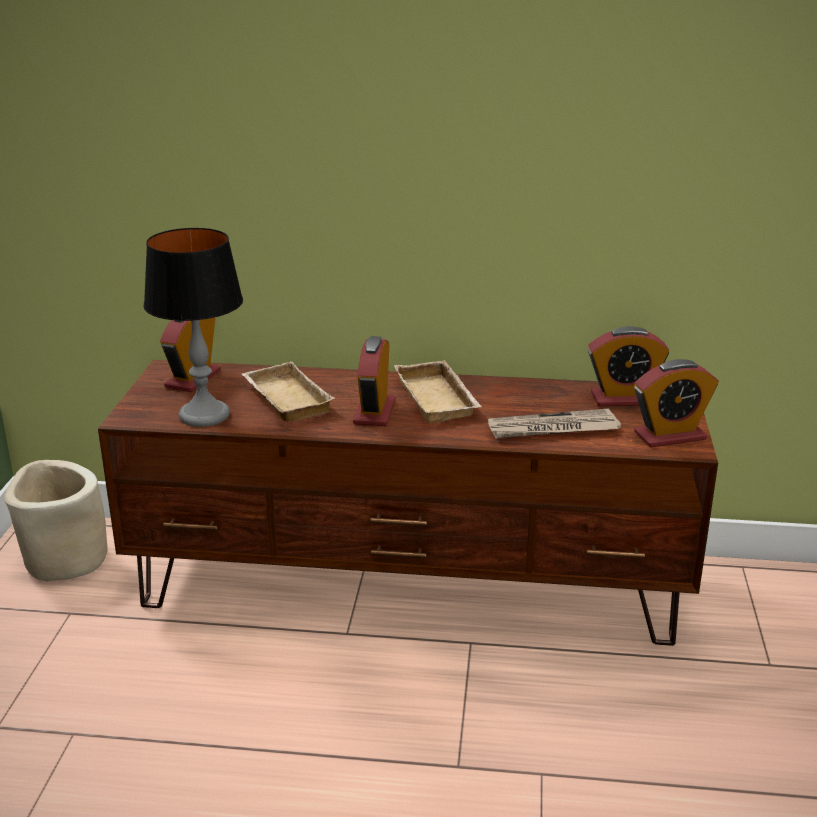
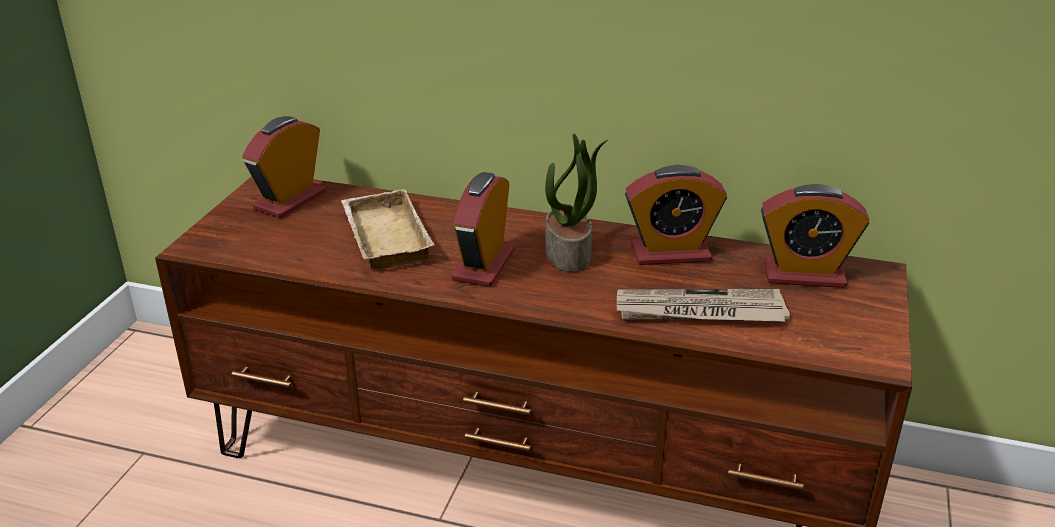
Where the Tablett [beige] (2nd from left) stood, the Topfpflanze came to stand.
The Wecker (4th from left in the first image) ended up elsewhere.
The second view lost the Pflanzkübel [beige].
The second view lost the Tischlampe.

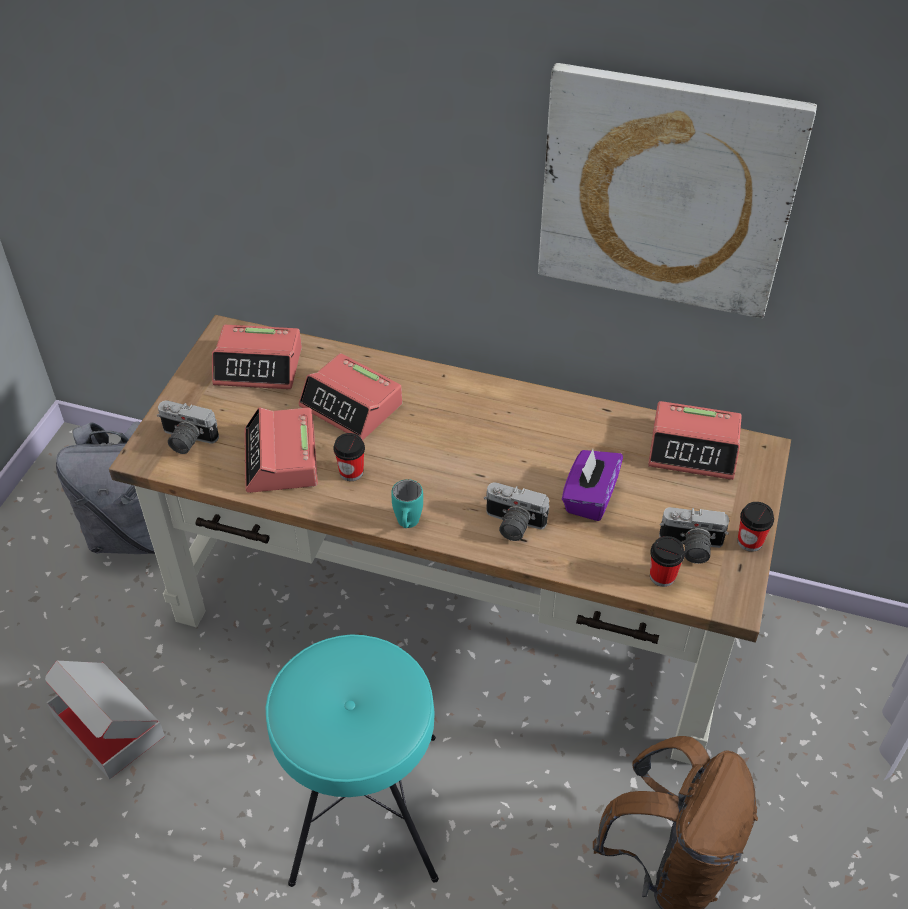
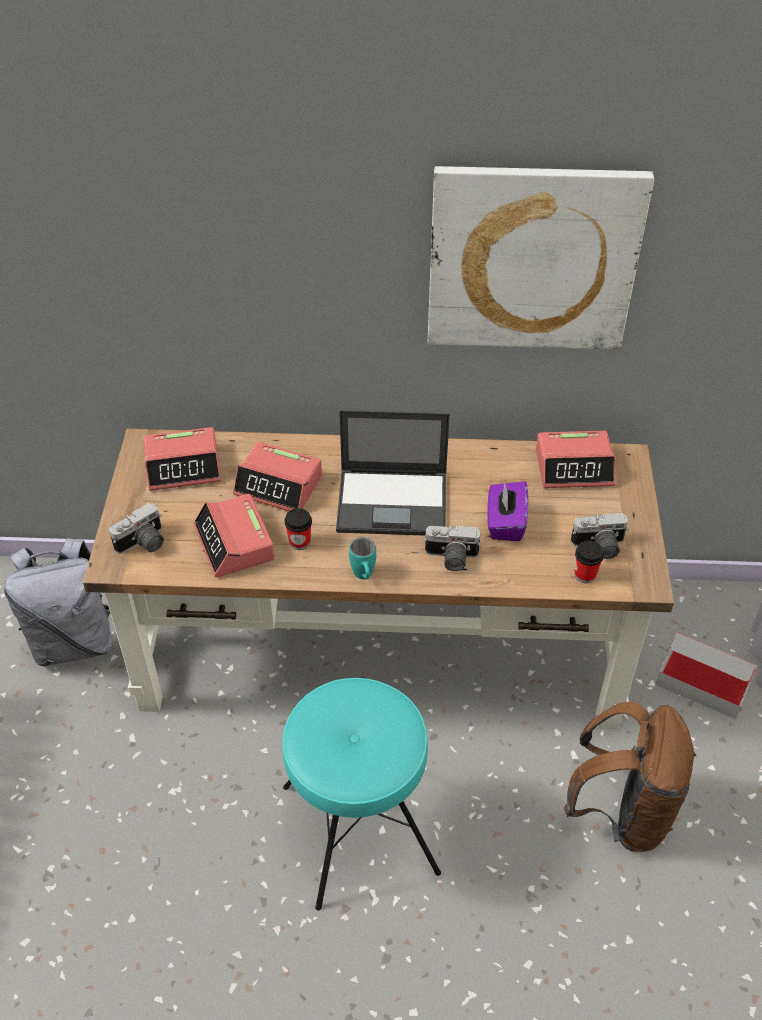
The Kamera (1st from left) ended up facing another way, 45 degrees counterclockwise from before.
The second view gained the Laptop.
The Karton ended up elsewhere.
The second view lost the Tasse (3rd from left).

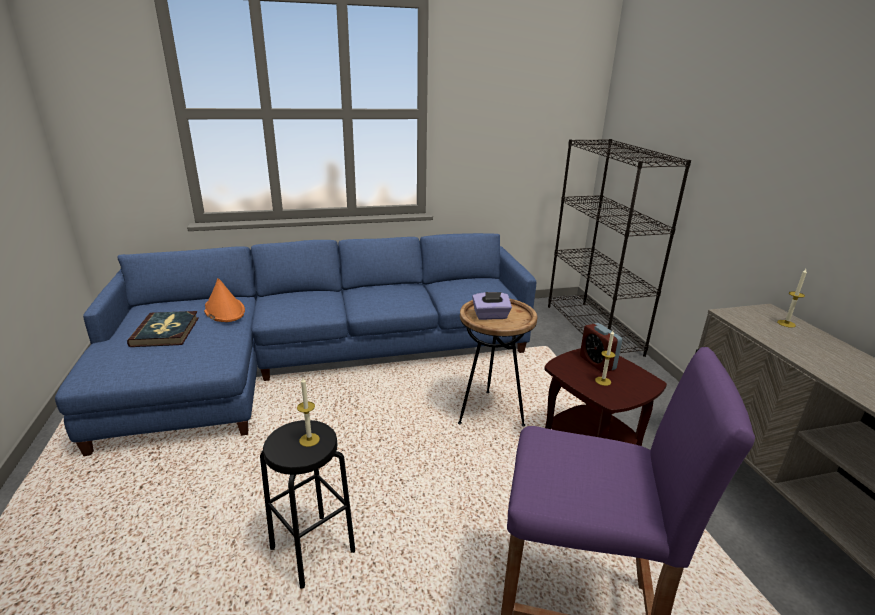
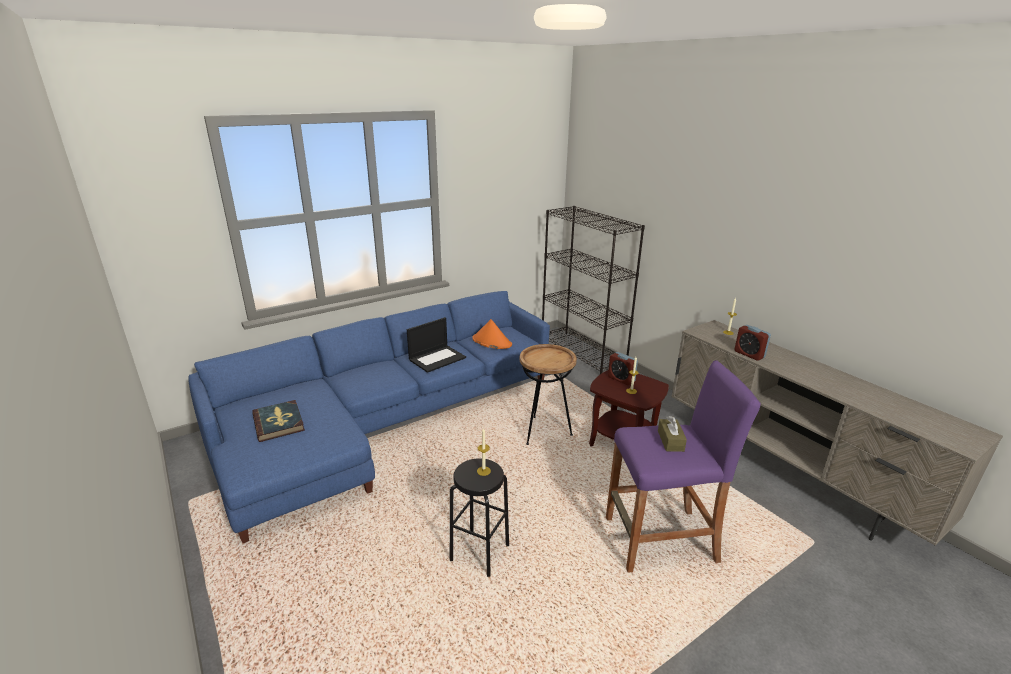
The second view gained the Laptop.
The Hut [orange] ended up elsewhere.
The second view gained the Taschentuchbox [braun].
The second view gained the Wecker (2nd from left).
The second view lost the Taschentuchbox [lila].

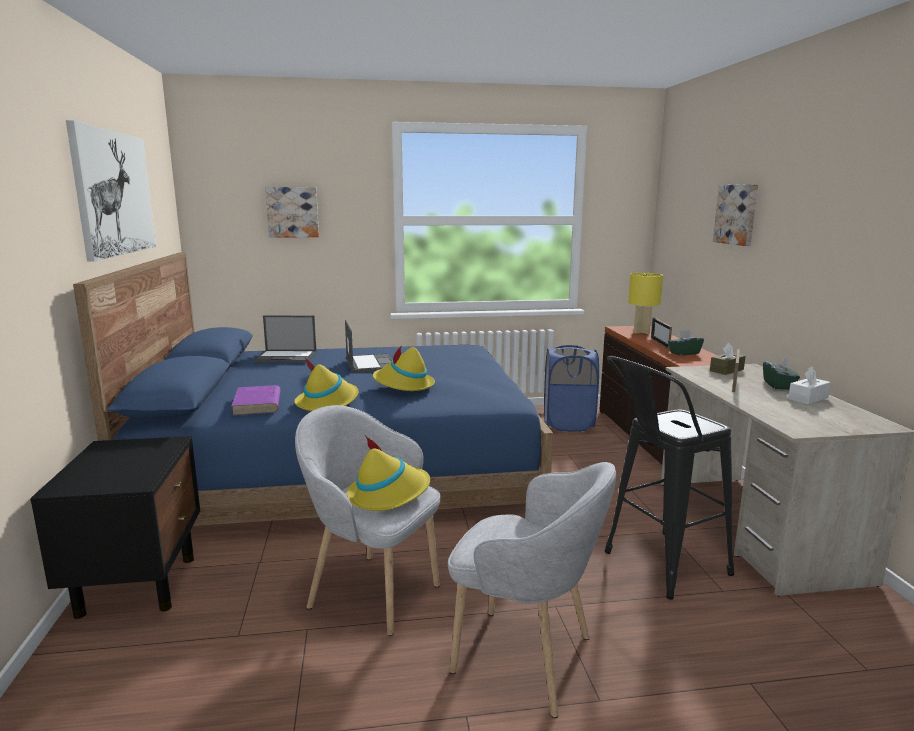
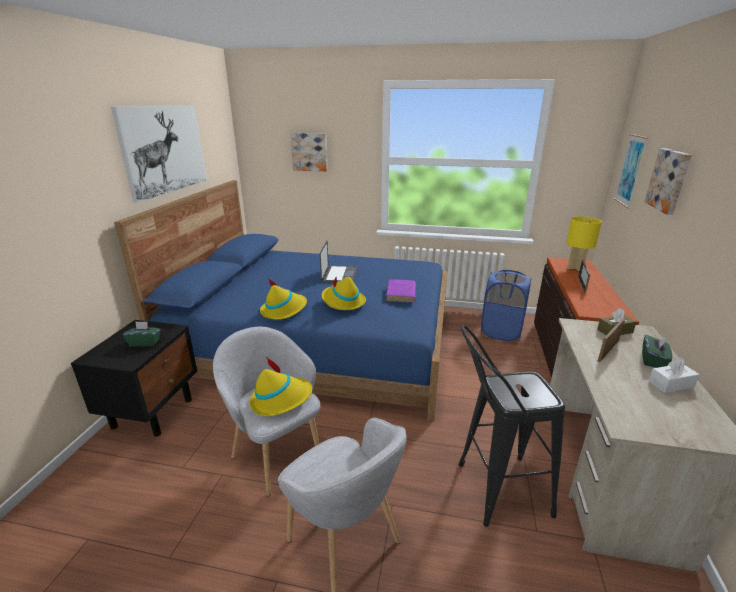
The Taschentuchbox [grün] (1st from left) ended up elsewhere.
The Buch [lila] ended up elsewhere.
The second view gained the Bild (3rd from left).
The second view lost the Laptop (1st from left).

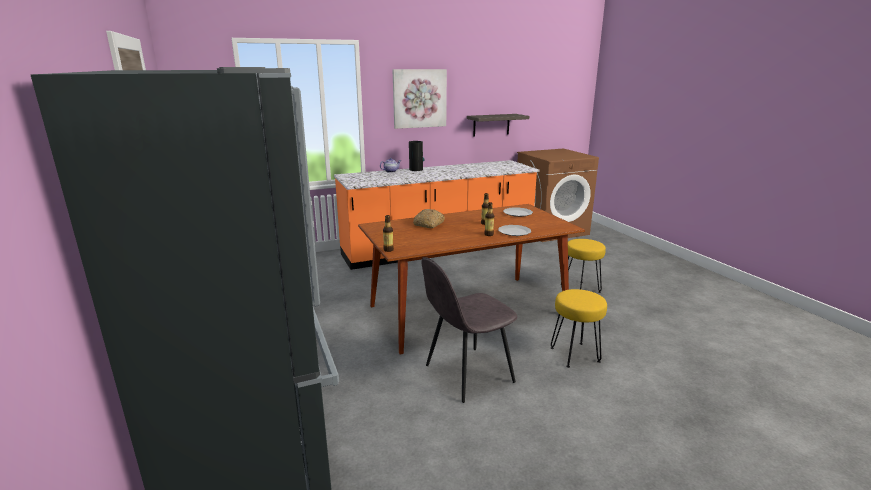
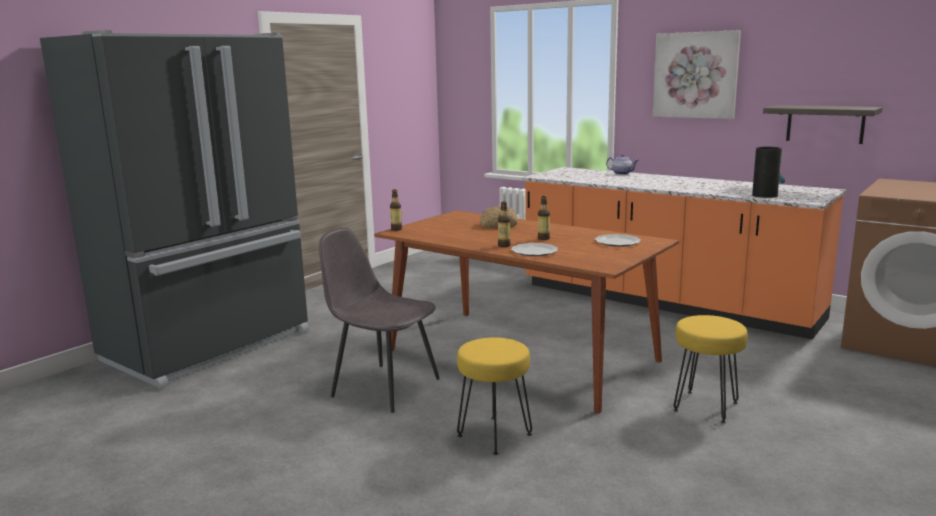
The Vase ended up elsewhere.

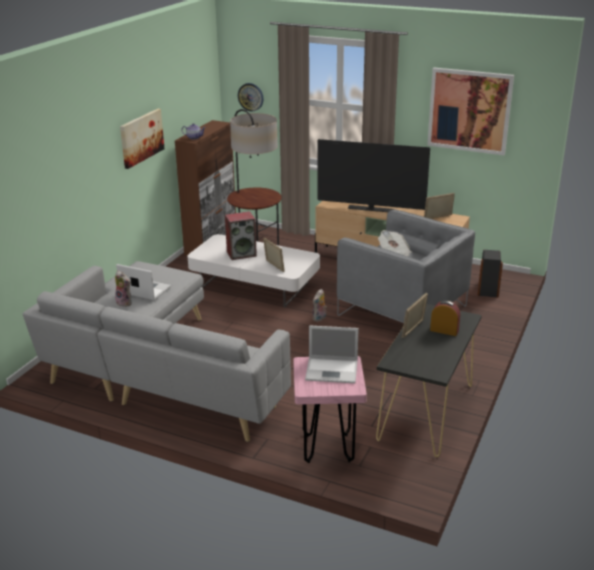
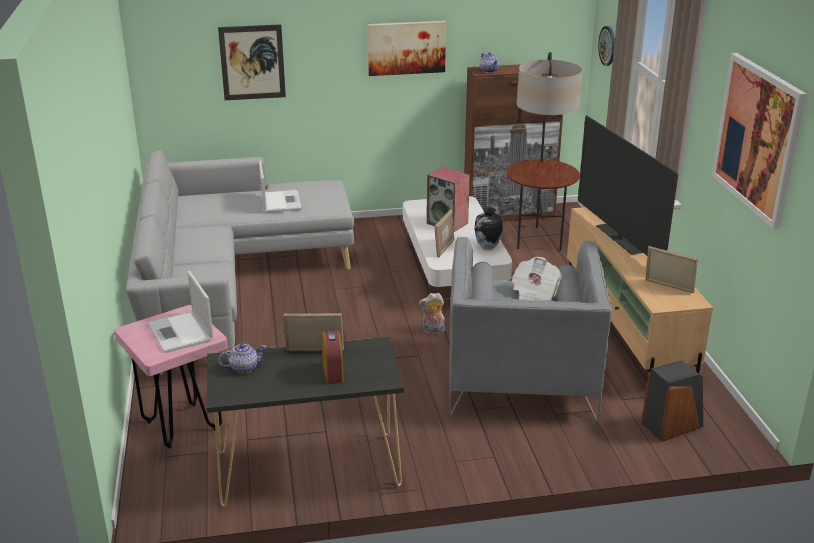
The second view gained the Bild (1st from left).
The second view gained the Teekanne (1st from left).
The second view gained the Vase.
The second view lost the Plüschtier (1st from left).

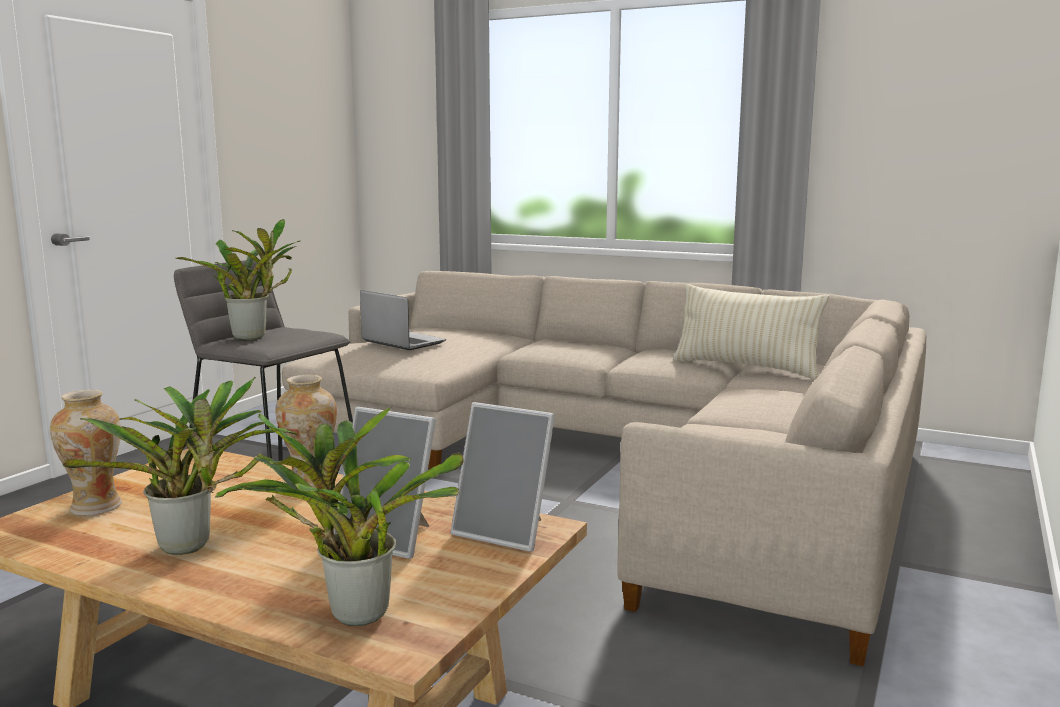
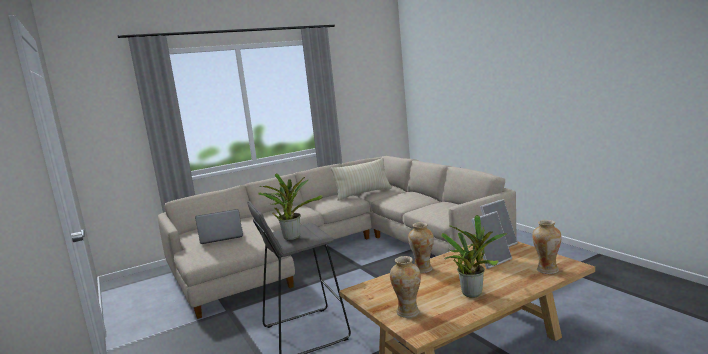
Where the Topfpflanze (3rd from left) stood, the Vase (3rd from left) came to stand.

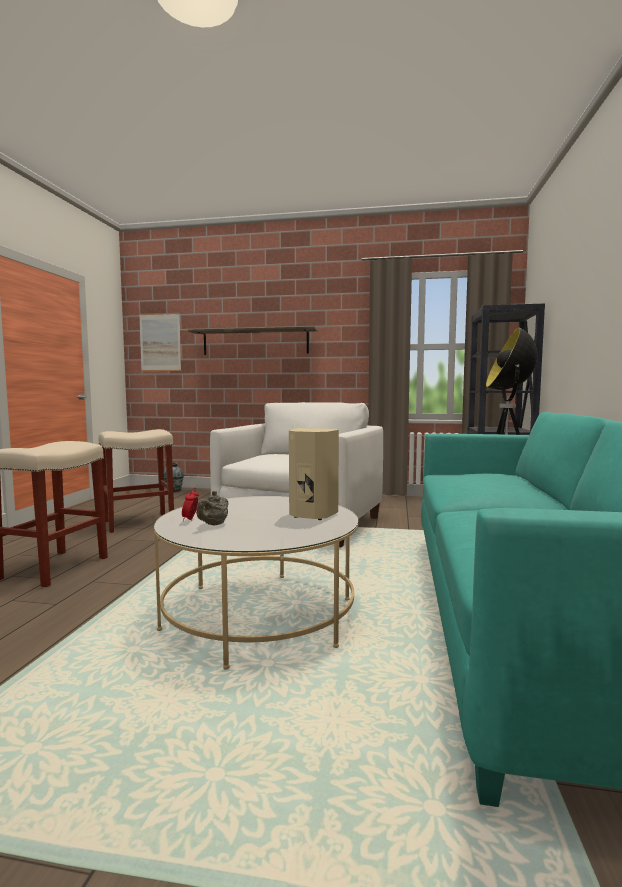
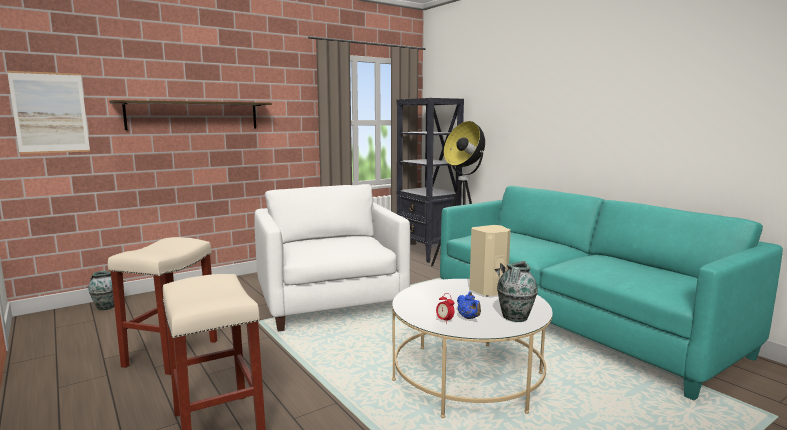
What was the Teekanne [grau] turned into the Teekanne [blau].
The second view gained the Vase (2nd from left).

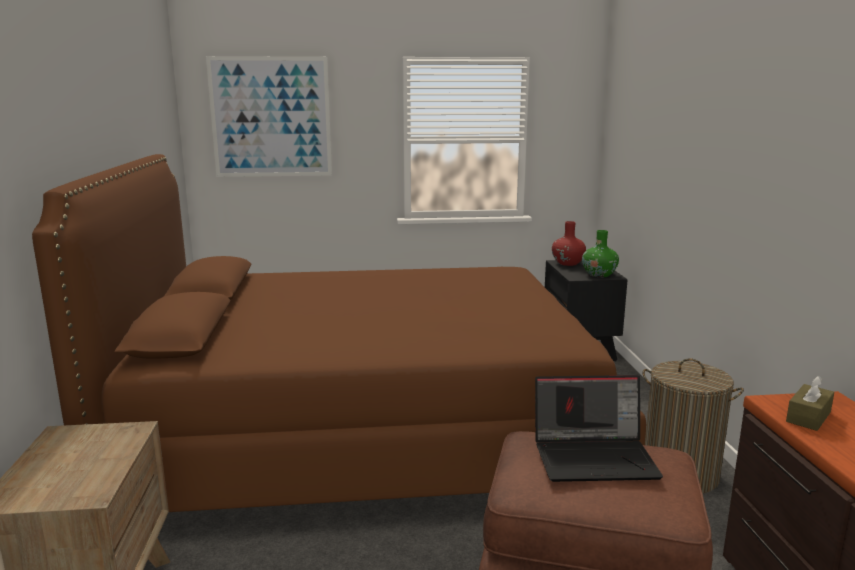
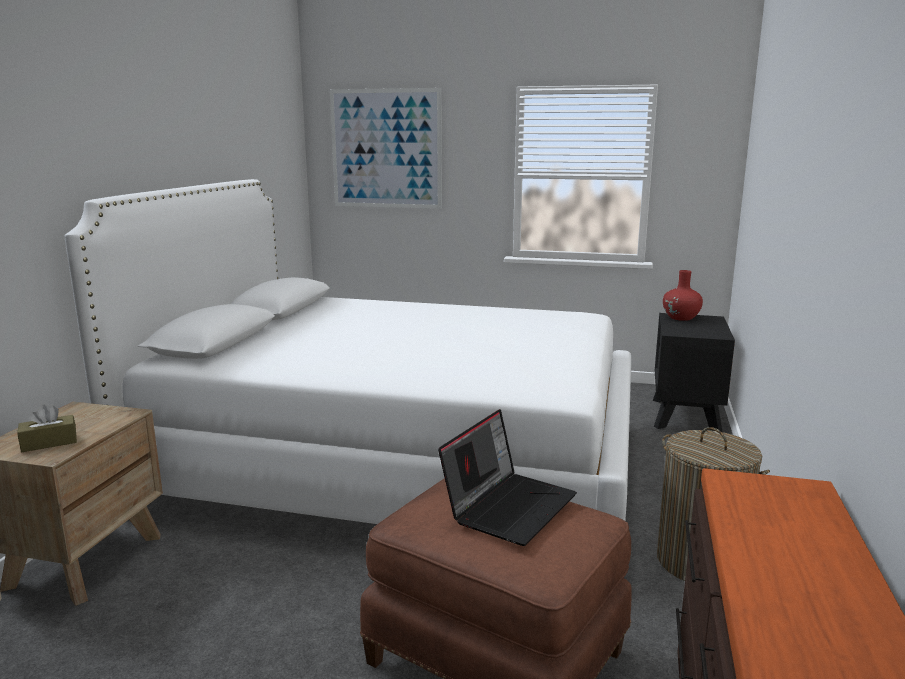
The Taschentuchbox [braun] ended up elsewhere.
What was the Bett [braun] turned into the Bett [weiß].
The Laptop ended up facing another way, 75 degrees counterclockwise from before.
The second view lost the Vase [grün].

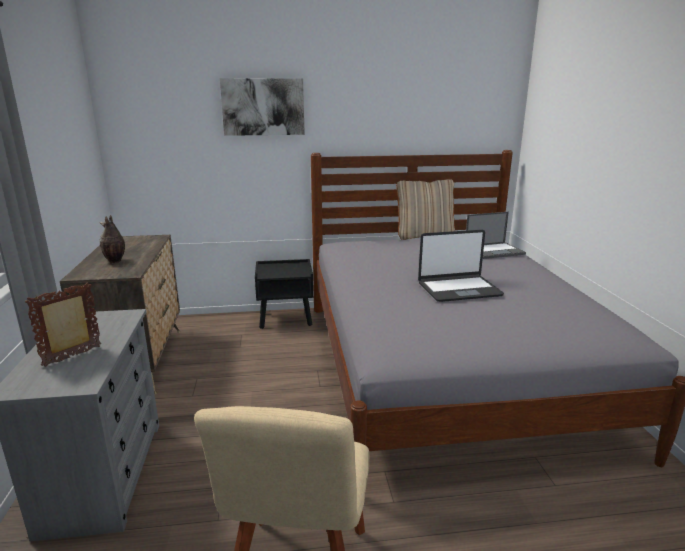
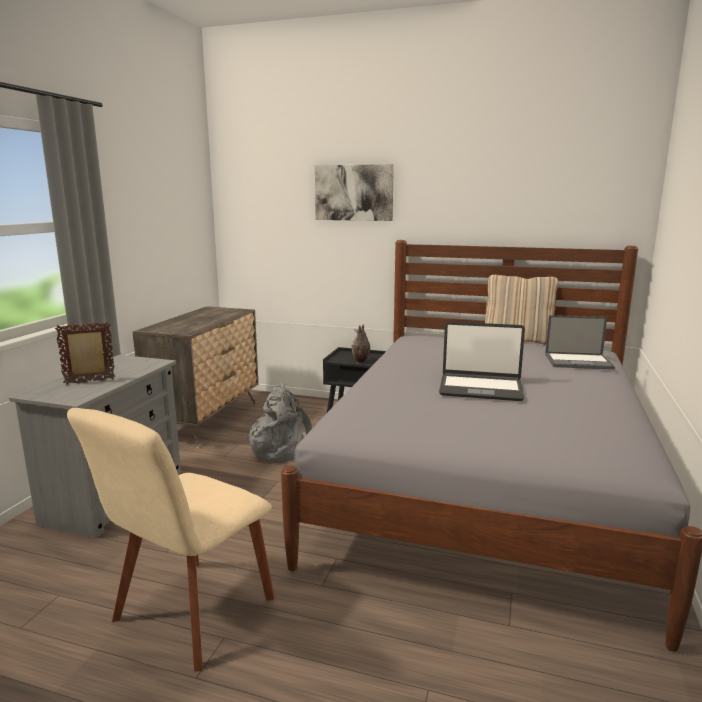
The second view gained the Rucksack [grau].
The Vase ended up elsewhere.

